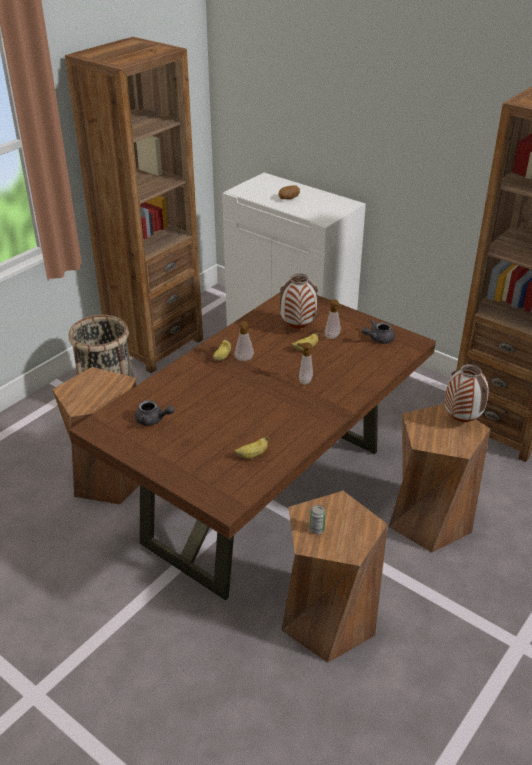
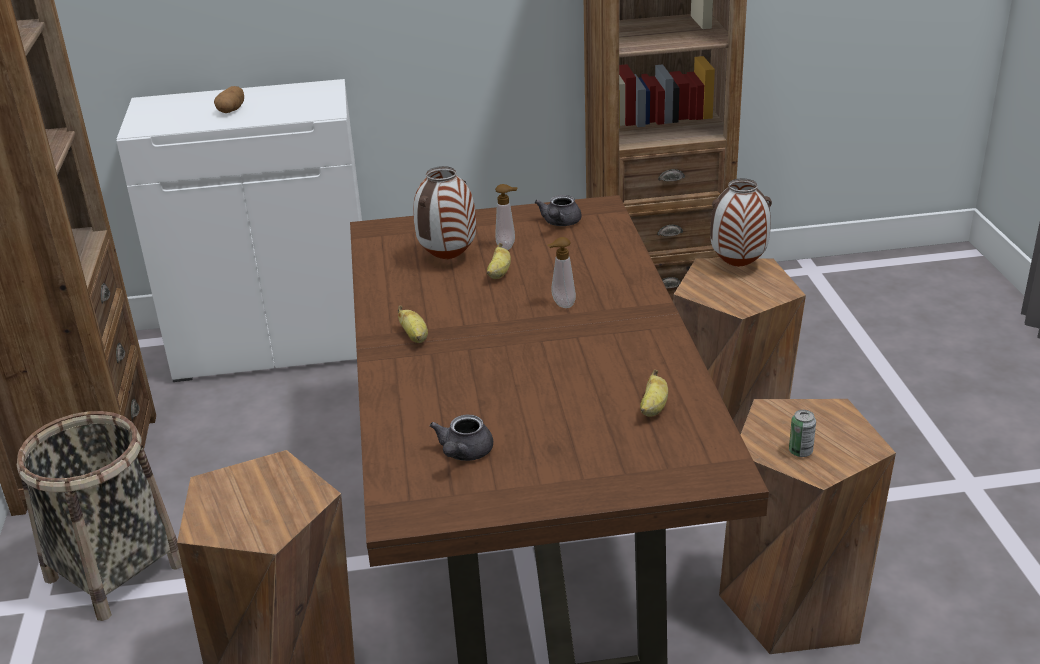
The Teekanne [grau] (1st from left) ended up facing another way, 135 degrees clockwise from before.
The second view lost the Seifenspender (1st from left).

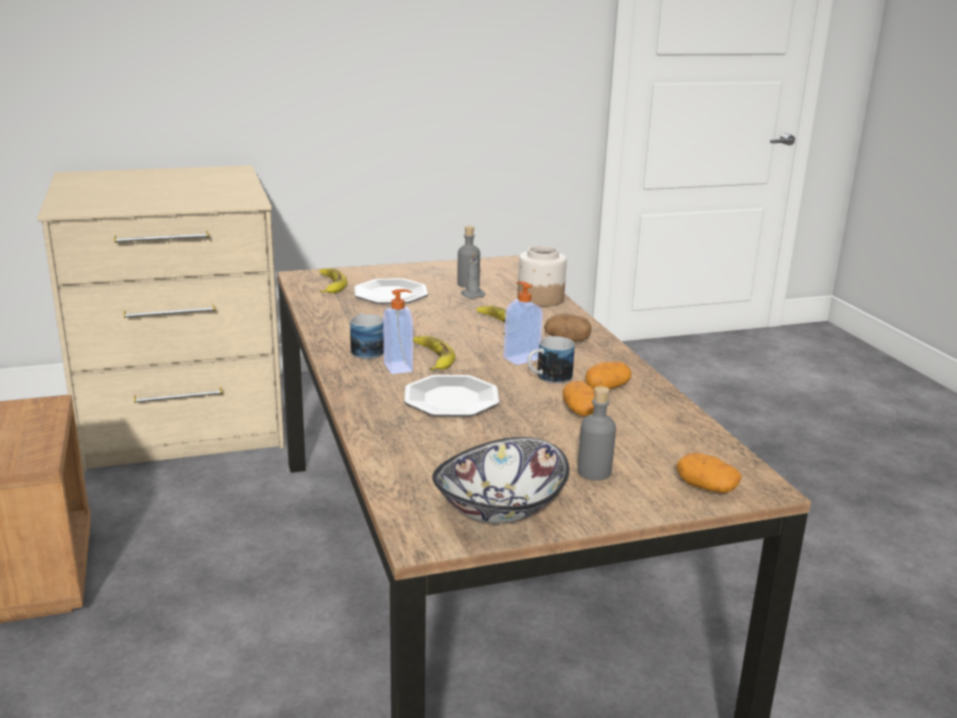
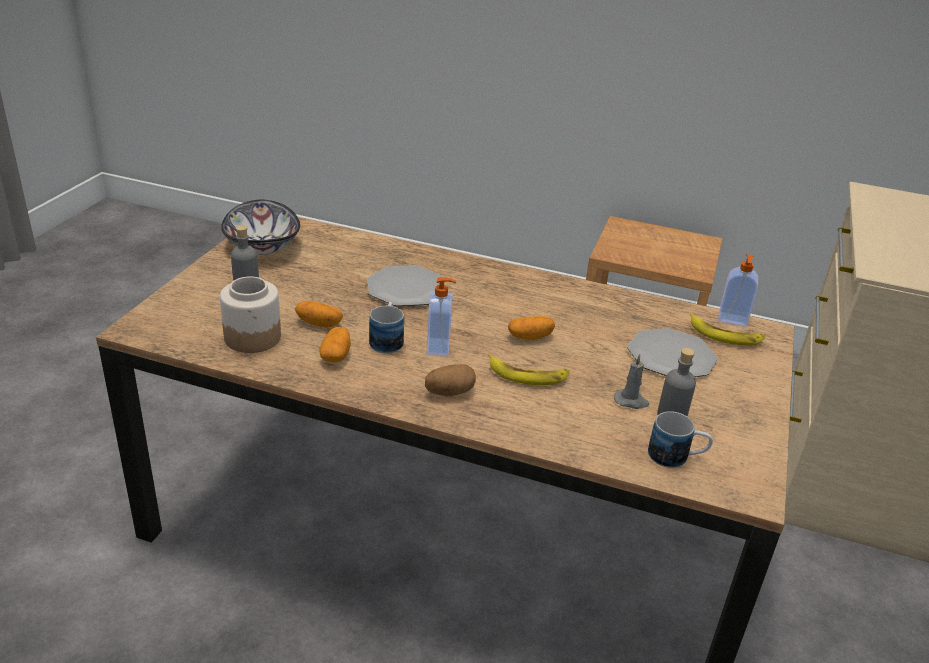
The Vorratsglas ended up elsewhere.
The Kartoffel (4th from left) ended up elsewhere.
The Henkelbecher (1st from left in the first image) ended up elsewhere.
The Seifenspender (1st from left in the first image) ended up elsewhere.
The second view lost the Banane (2nd from left).

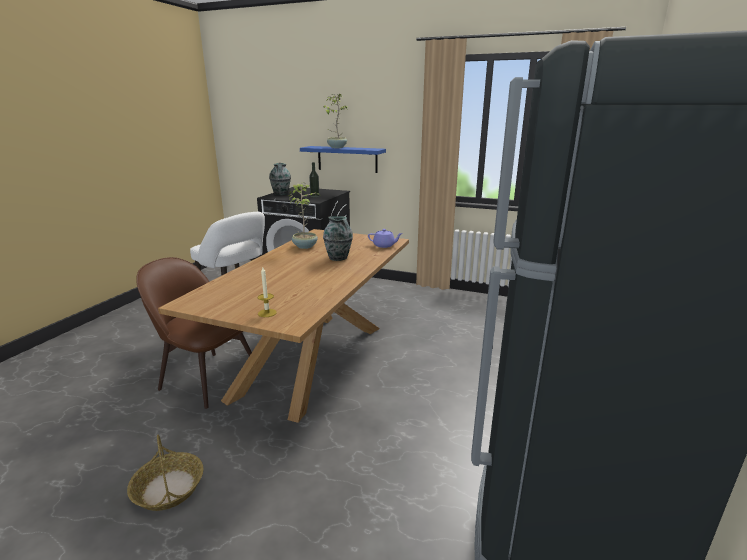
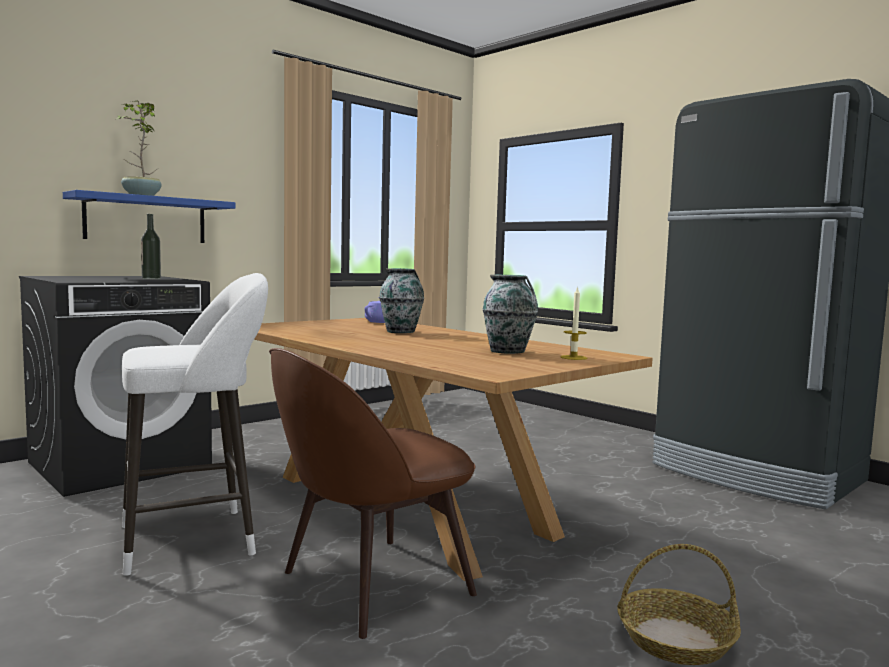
The Vase (1st from left in the first image) ended up elsewhere.
The second view lost the Topfpflanze (1st from left).

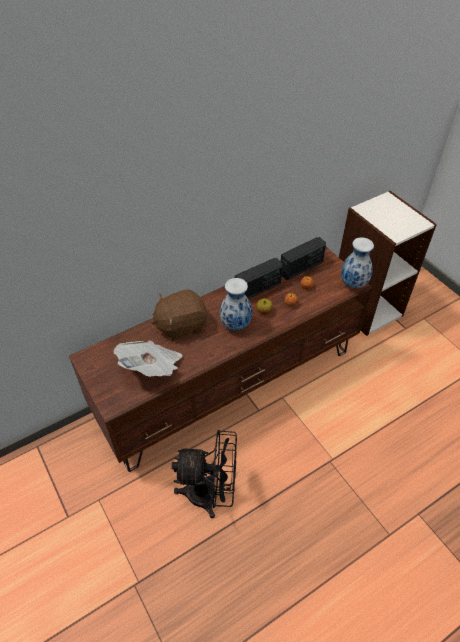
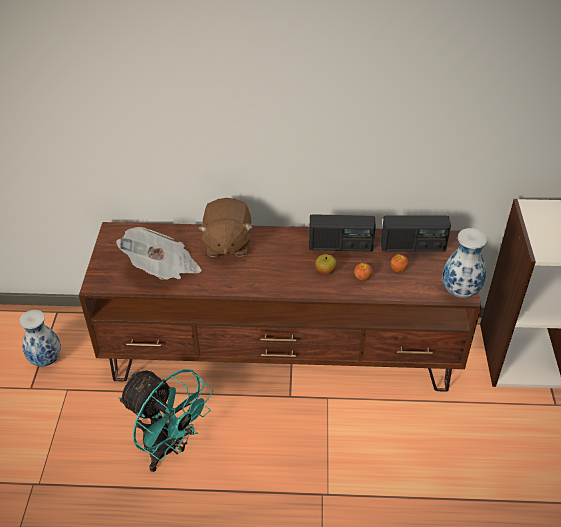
The Vase (1st from left) ended up elsewhere.
What was the Ventilator [schwarz] turned into the Ventilator [türkis].
The Plüschtier [braun] ended up facing another way, 105 degrees counterclockwise from before.

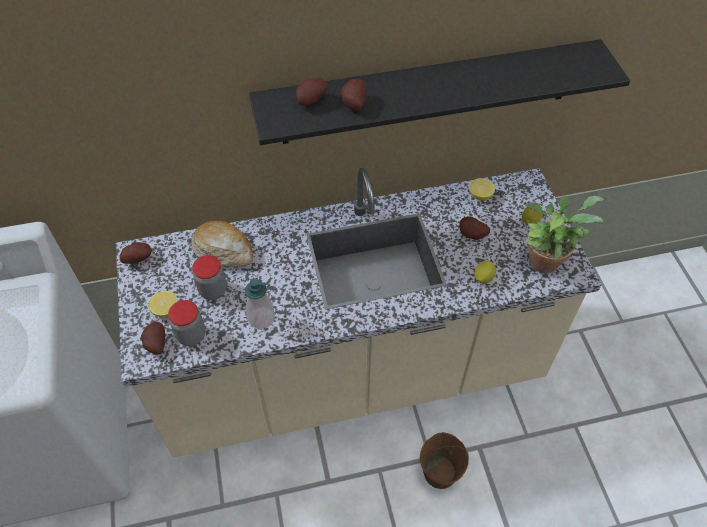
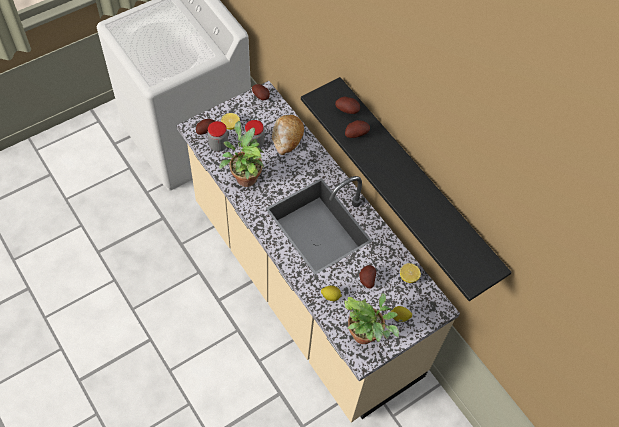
Where the Seifenspender stood, the Topfpflanze (1st from left) came to stand.
The second view lost the Eimer [braun].

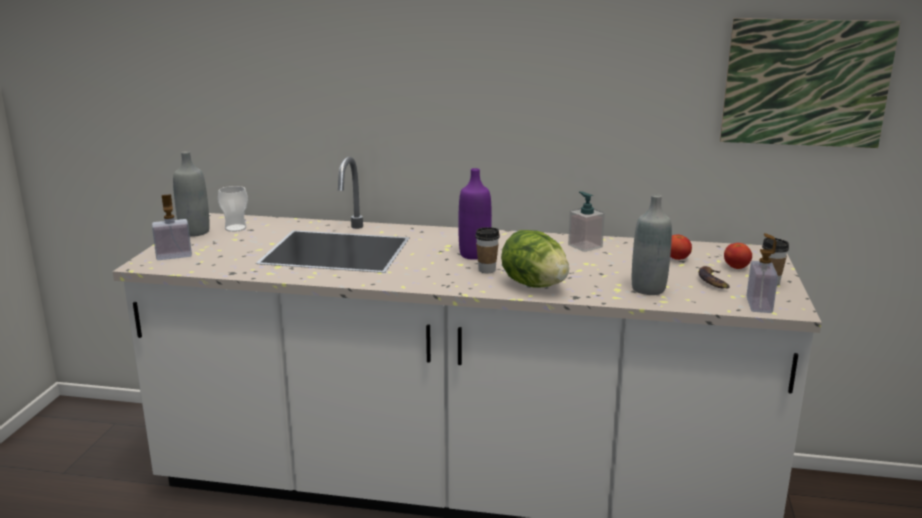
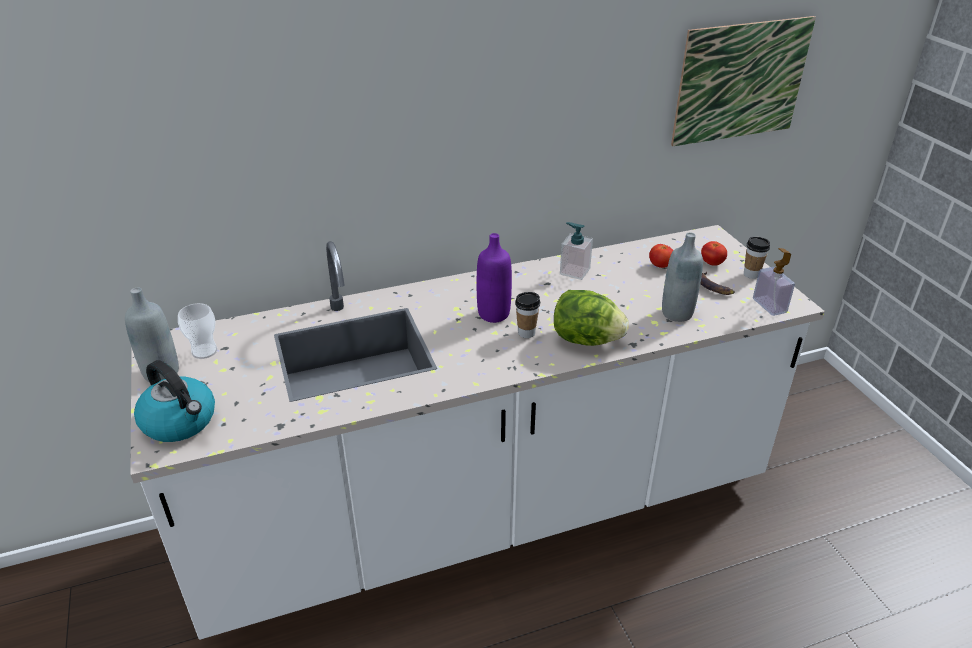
Where the Seifenspender (1st from left) stood, the Wasserkessel came to stand.

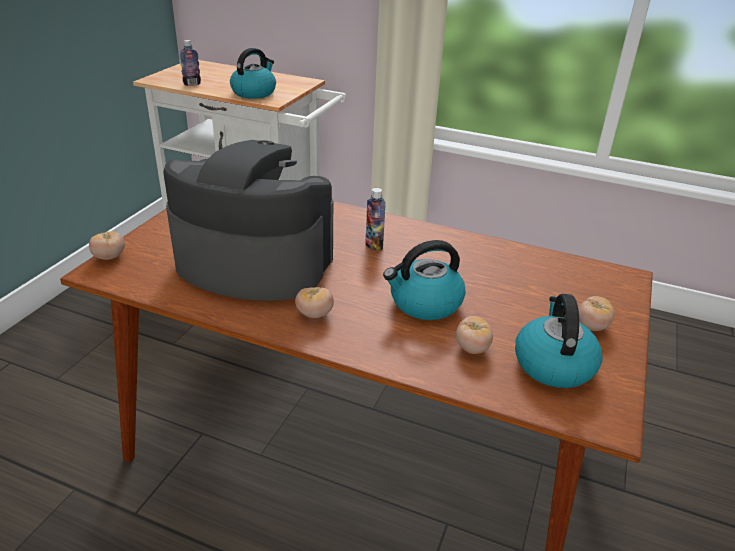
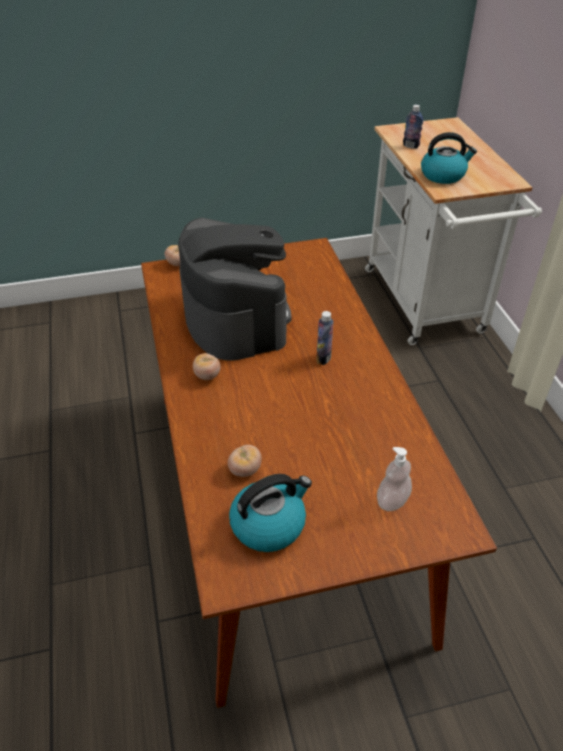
The second view gained the Seifenspender.
The second view lost the Wasserkessel (2nd from left).
The second view lost the Tomate (4th from left).

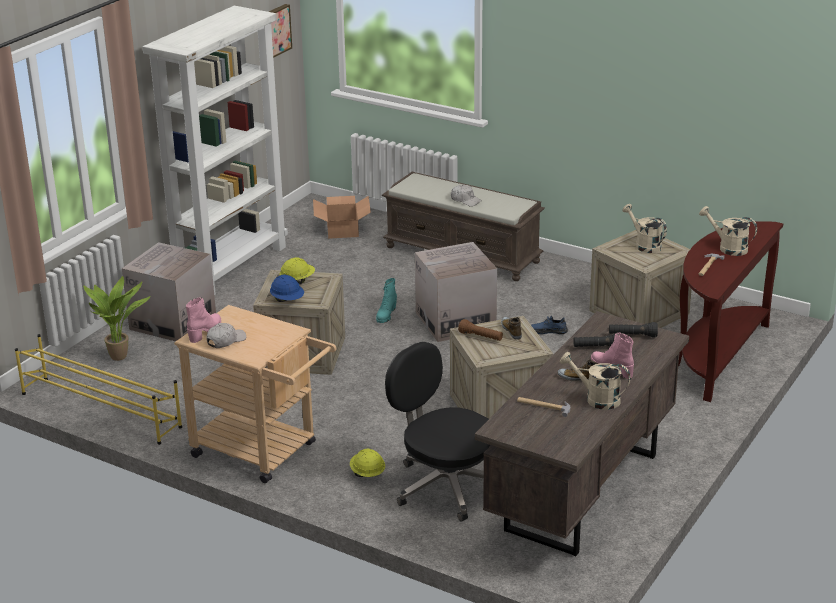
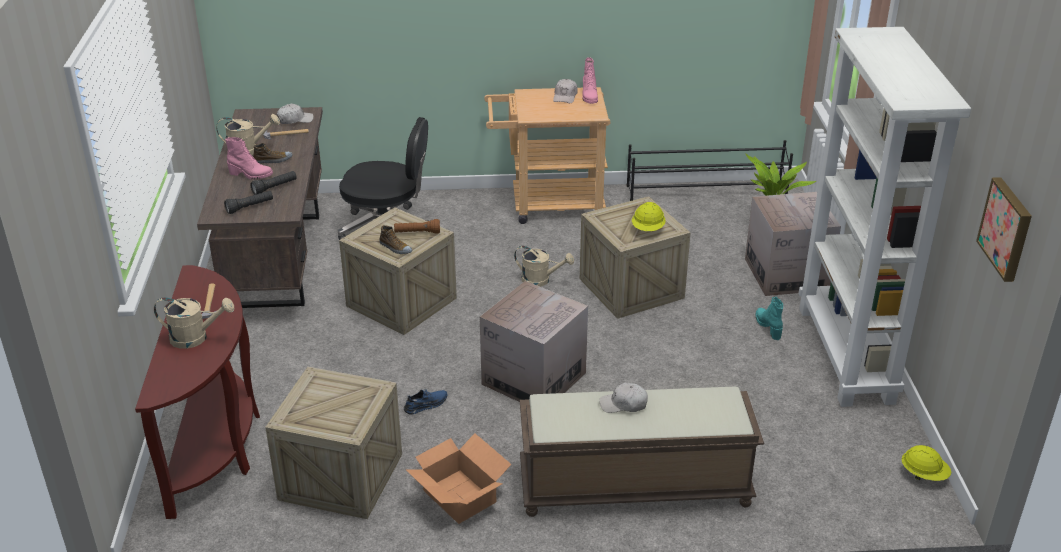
The second view gained the Kappe [weiß] (1st from left).
The Karton (2nd from left in the first image) ended up elsewhere.
The Gießkanne [beige] (2nd from left in the first image) ended up elsewhere.
What was the Schuhregal [gelb] turned into the Schuhregal [schwarz].
The Stiefel [türkis] ended up elsewhere.
The Schutzhelm [gelb] (2nd from left) ended up elsewhere.
The second view lost the Schutzhelm [blau].

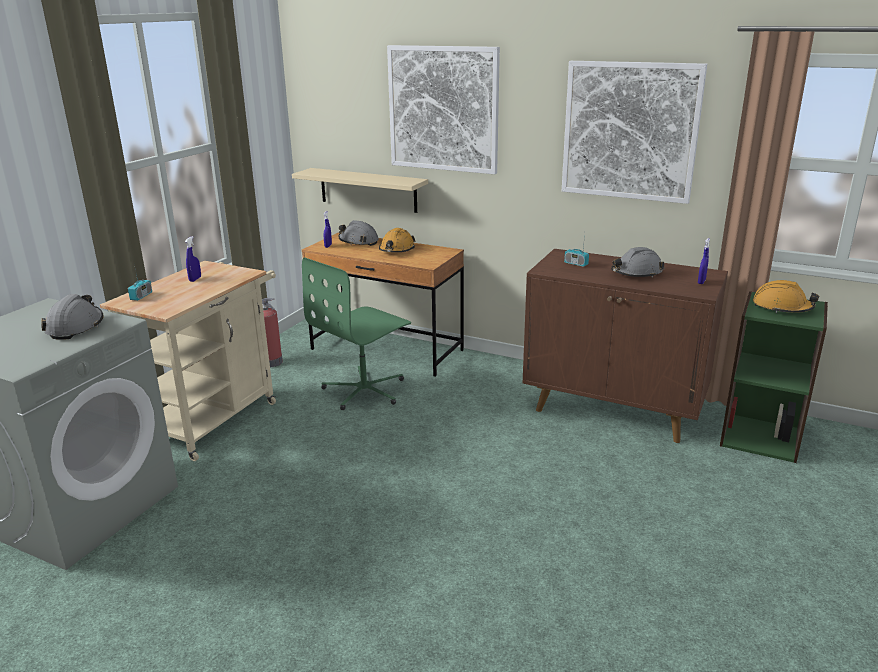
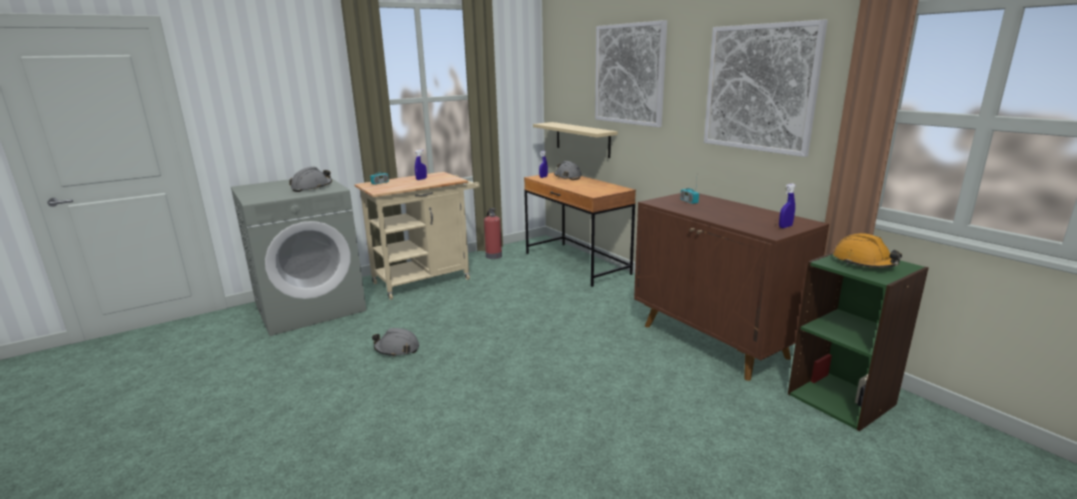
The Schutzhelm [grau] (3rd from left in the first image) ended up elsewhere.
The second view lost the Bürostuhl [grün].
The second view lost the Schutzhelm [orange] (1st from left).

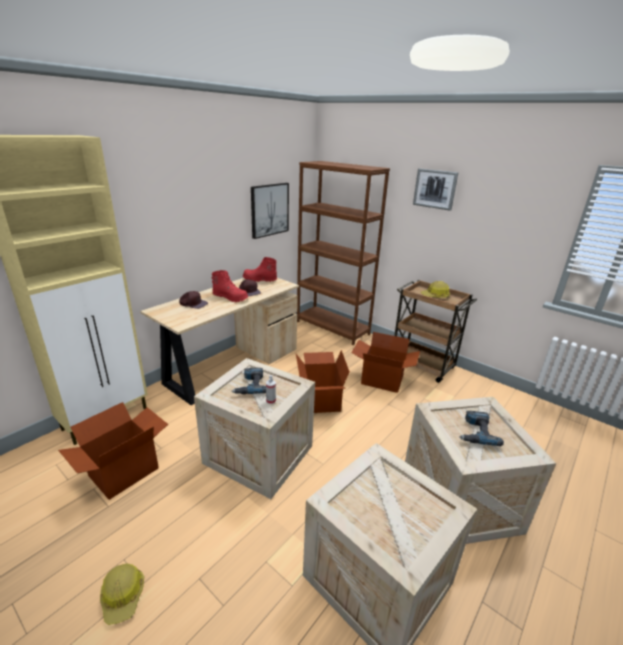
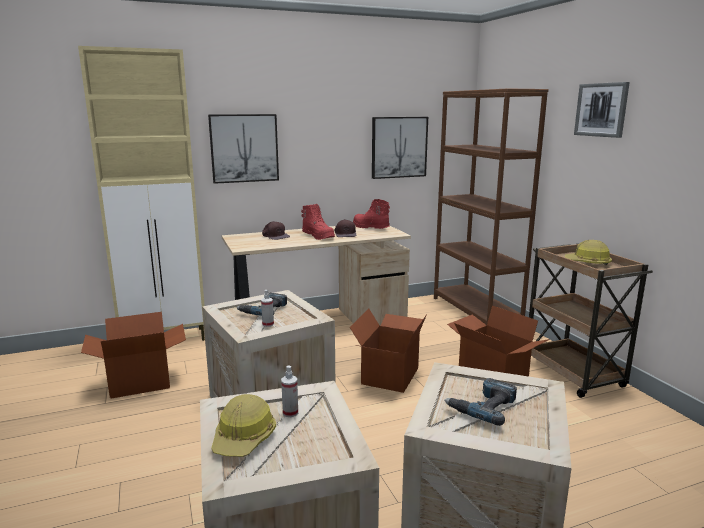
The second view gained the Bild (1st from left).
The Schutzhelm (1st from left) ended up elsewhere.
The second view gained the Sprühflasche (2nd from left).

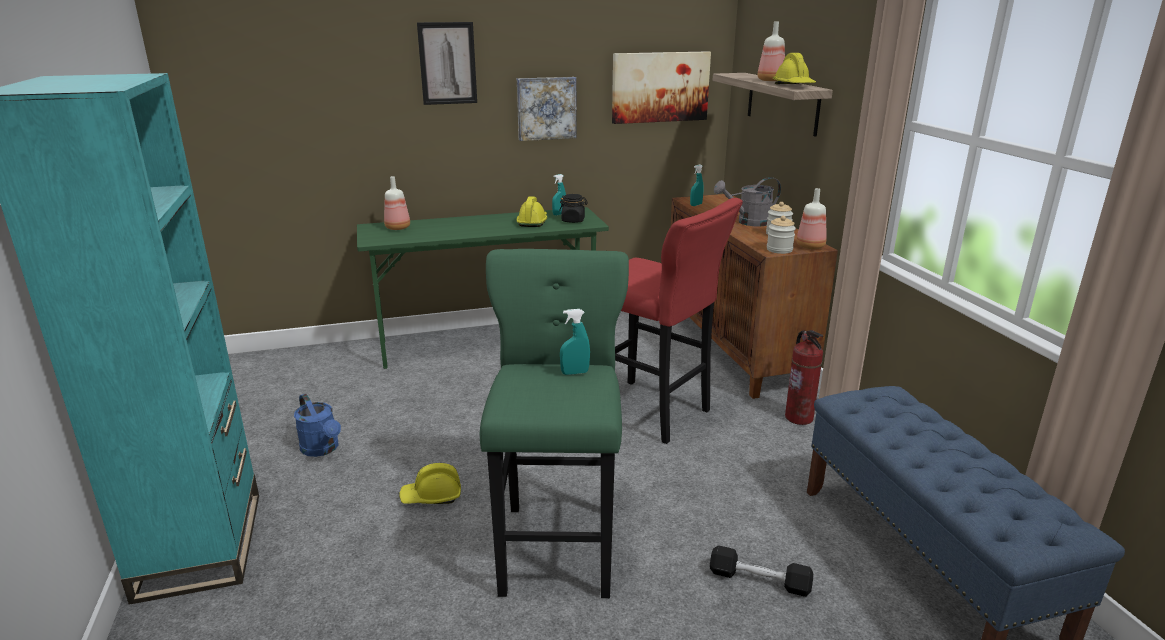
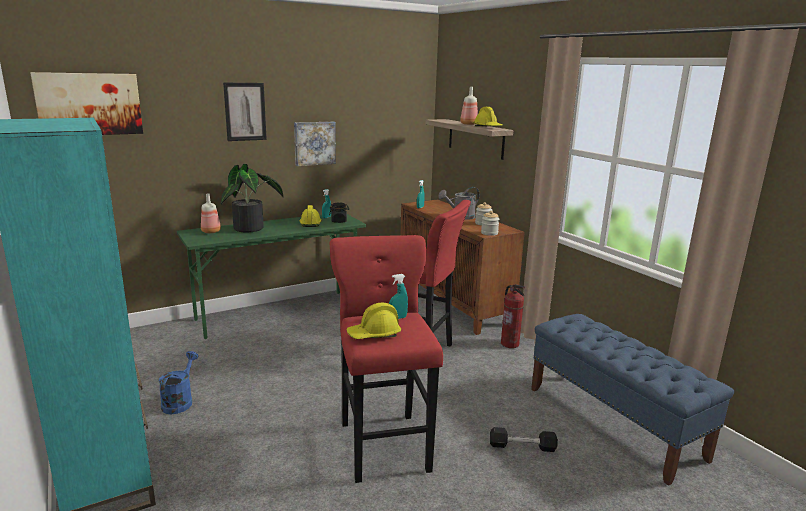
The Bild (3rd from left in the first image) ended up elsewhere.
The Gießkanne [blau] ended up facing another way, 120 degrees counterclockwise from before.
The second view gained the Topfpflanze.
What was the Hocker [grün] turned into the Hocker [rot] (1st from left).
The Schutzhelm [gelb] (1st from left in the first image) ended up elsewhere.
The second view lost the Flasche (3rd from left).

